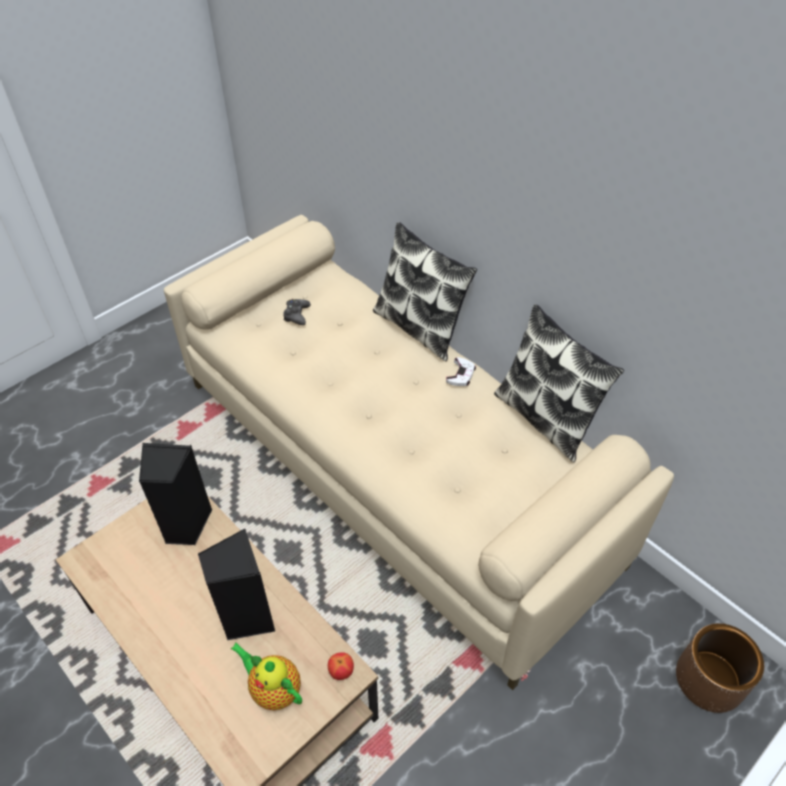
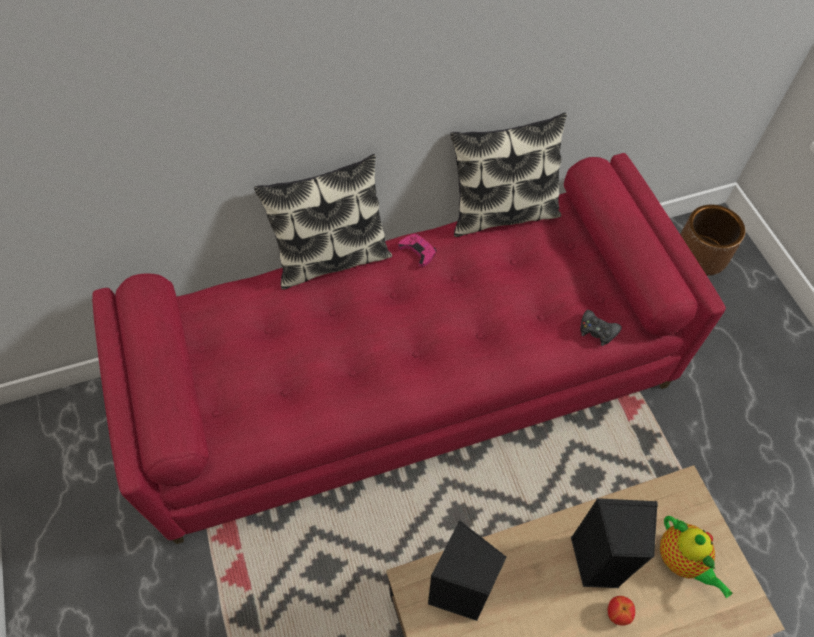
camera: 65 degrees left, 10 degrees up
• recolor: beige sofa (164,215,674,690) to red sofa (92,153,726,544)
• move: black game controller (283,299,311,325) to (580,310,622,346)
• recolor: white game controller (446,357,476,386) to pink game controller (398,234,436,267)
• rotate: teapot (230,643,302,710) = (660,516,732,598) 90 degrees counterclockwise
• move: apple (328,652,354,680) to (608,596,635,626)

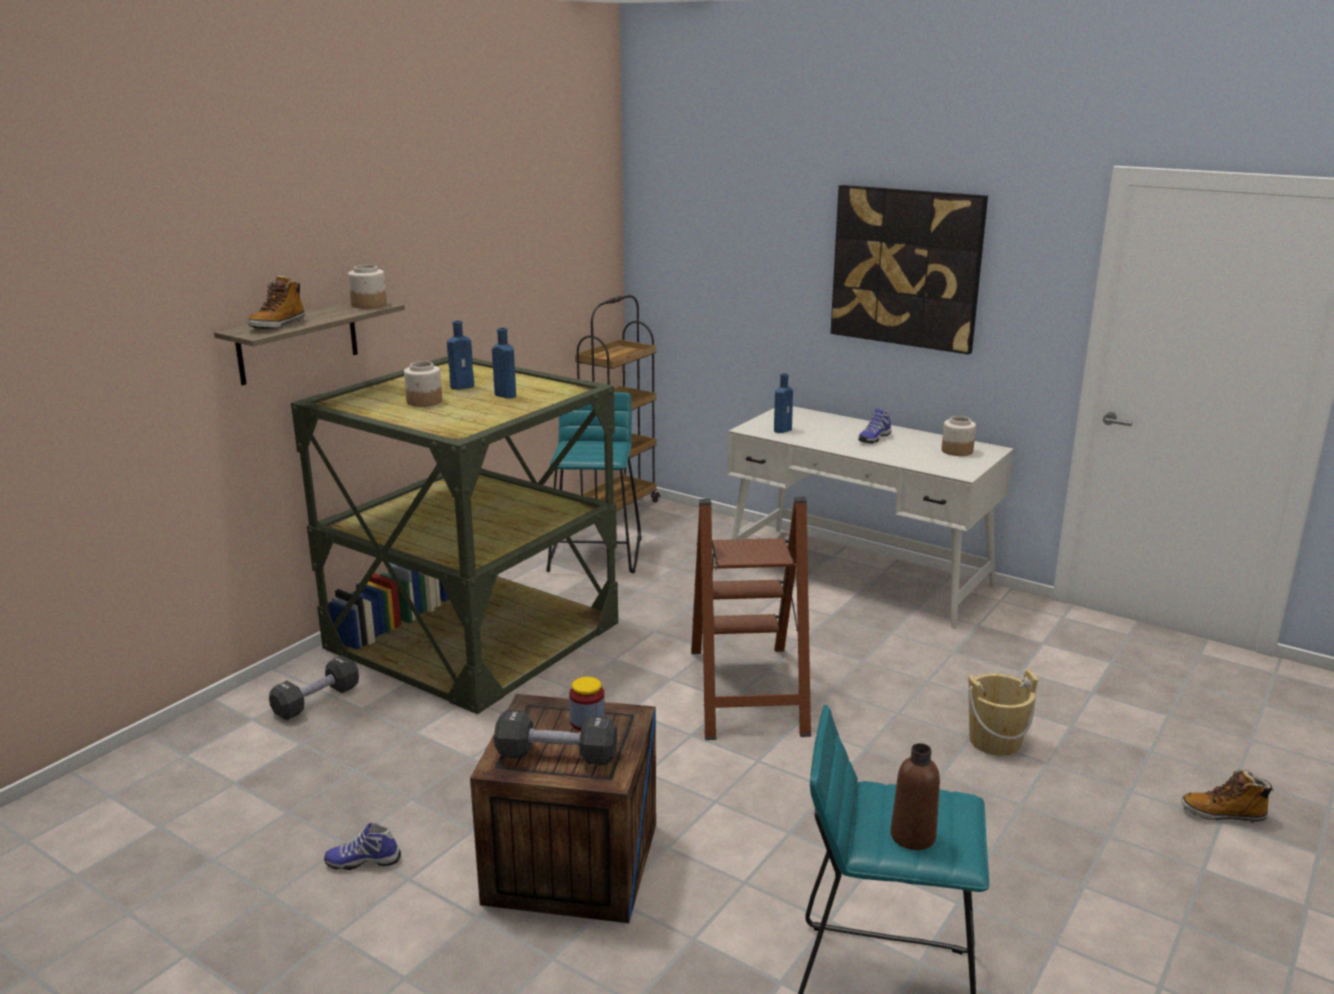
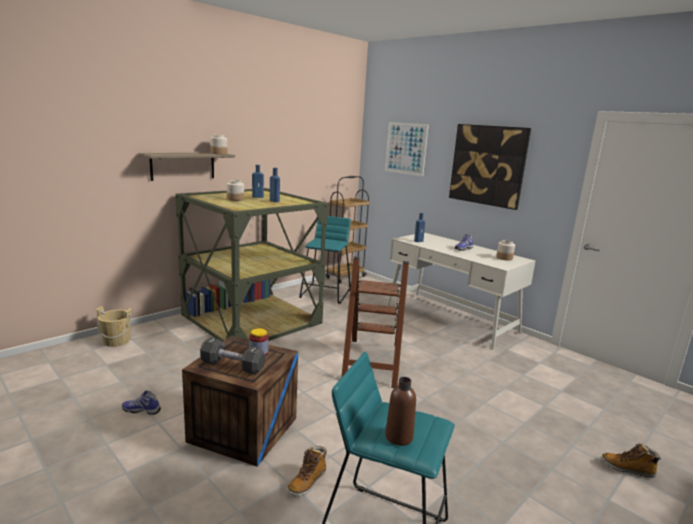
camera: 10 degrees right, 5 degrees down
• move: boot (247,275,305,329) to (287,446,326,497)
• delete: black dumbbell (269,655,359,720)
• move: beige bucket (968,670,1038,756) to (96,306,131,347)
• insert: picture (385,122,429,176)

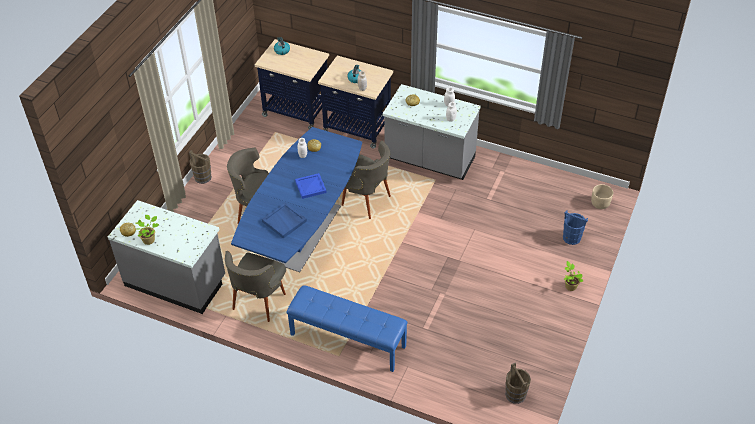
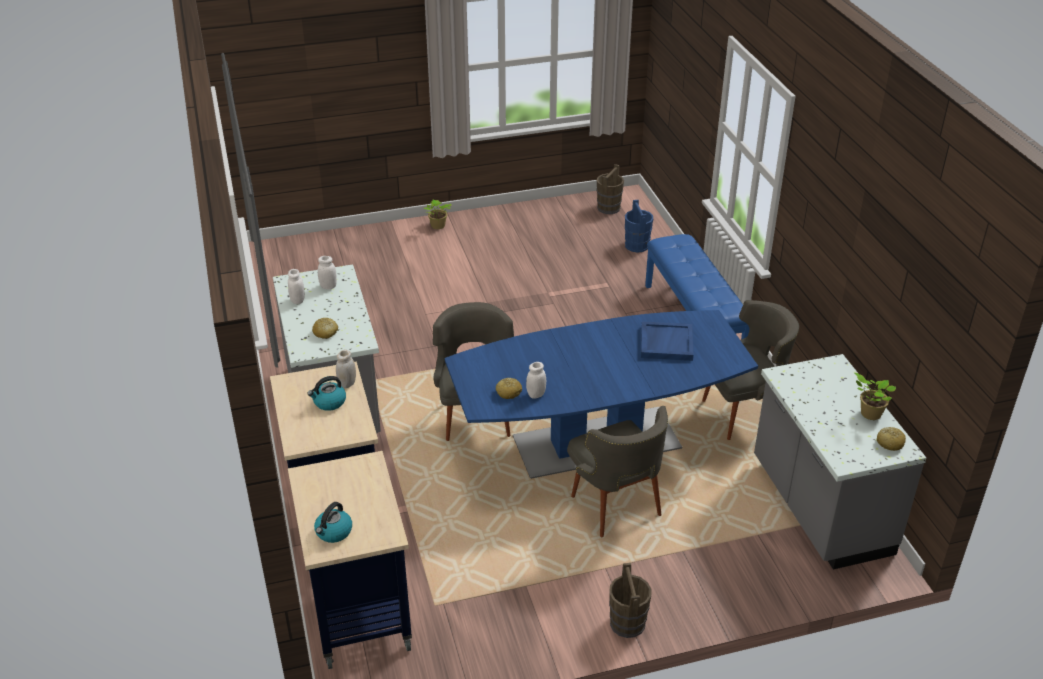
camera: 130 degrees left, 10 degrees down
• delete: blue tray (295,173,327,199)
• delete: beige planter (591,184,613,209)
• move: blue bucket (563,210,588,245) to (625,199,653,253)

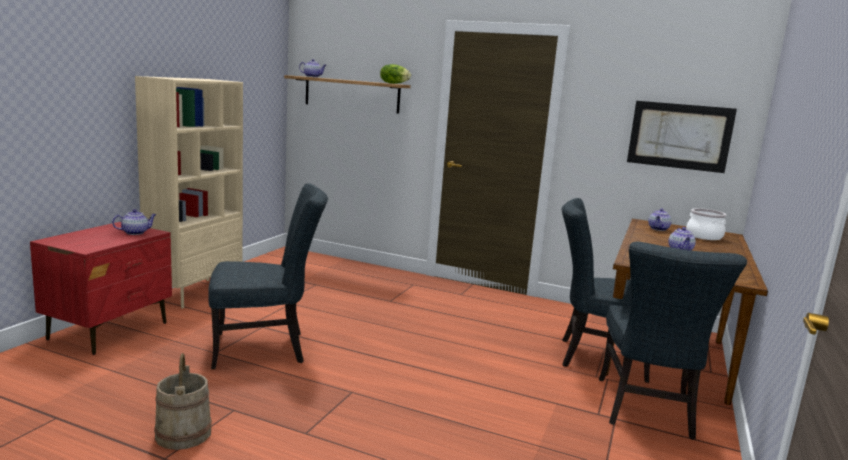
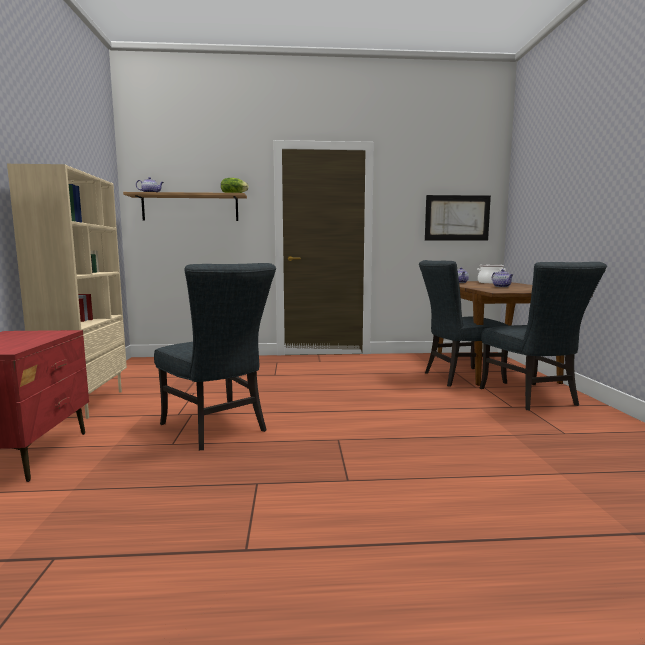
camera: 25 degrees left, 5 degrees down
• rotate: grey chair (208,183,328,369) = (154,263,276,450) 90 degrees clockwise
• delete: teapot (112,209,157,235)
• delete: beige bucket (154,353,212,450)

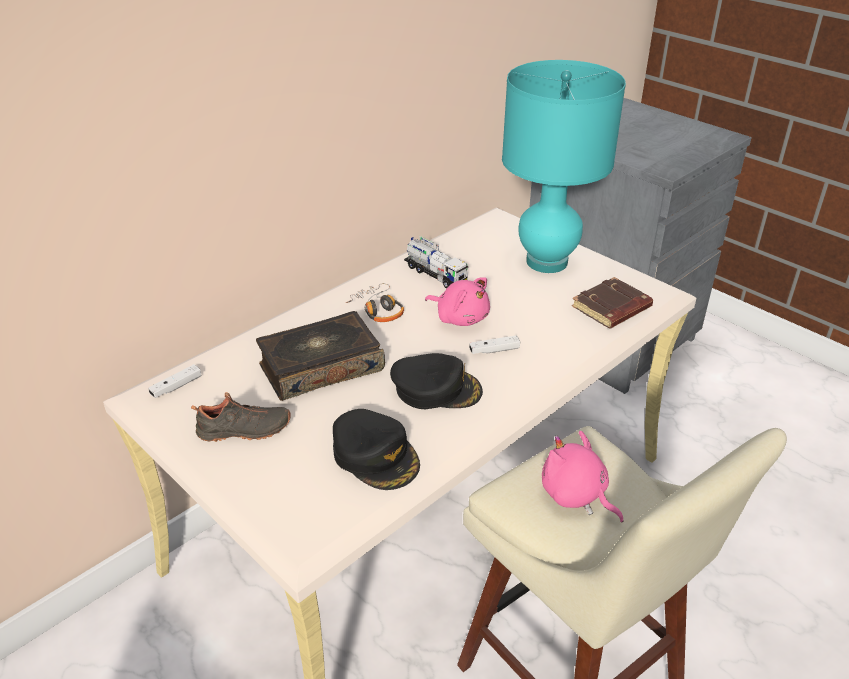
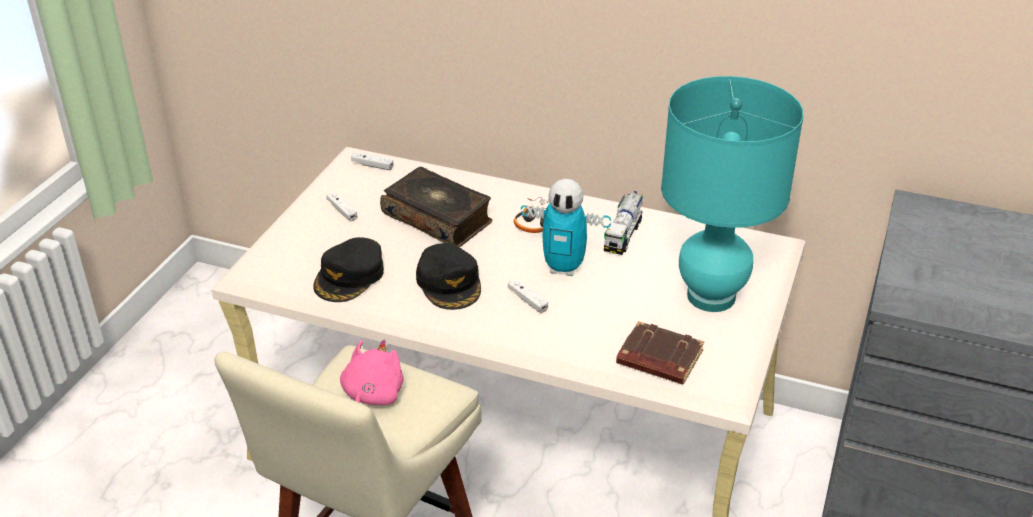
camera: 65 degrees right, 0 degrees up
• replace: pink plush toy (425,277,490,326) to toy robot (521,179,611,276)
• replace: black shoe (191,392,291,442) to white game controller (326,192,357,222)

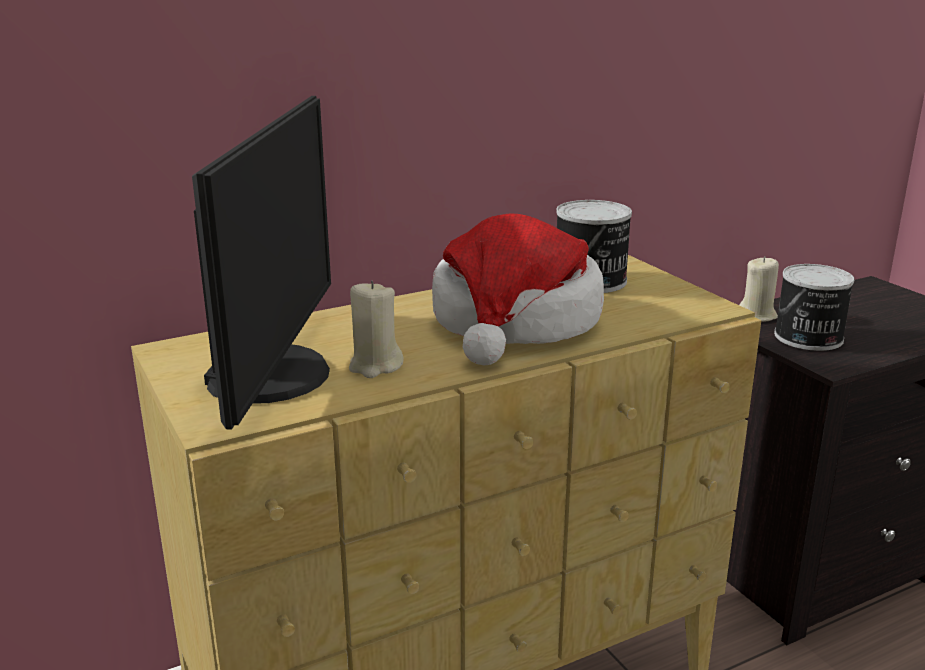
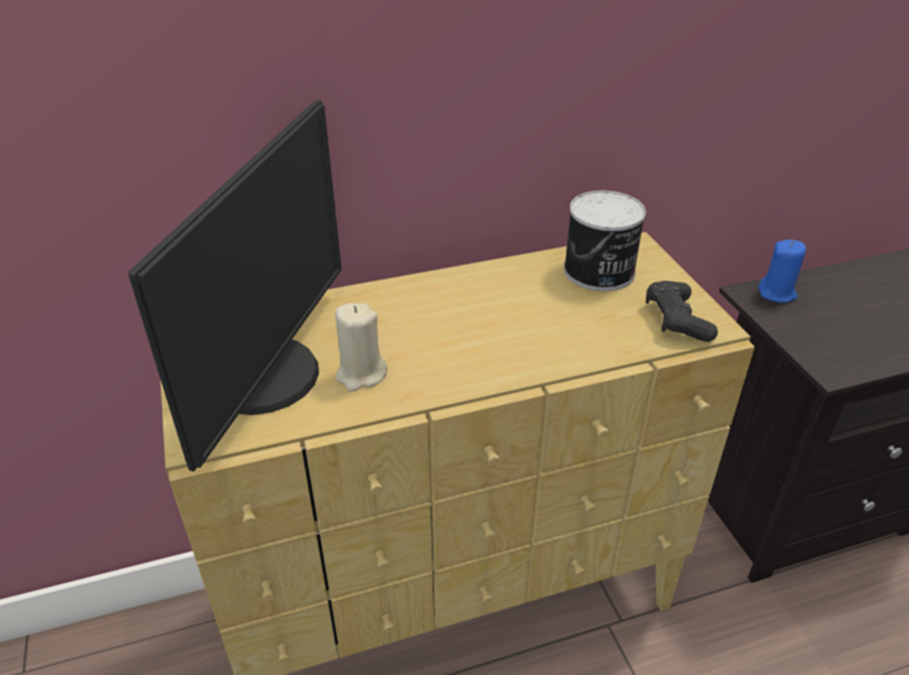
camera: 10 degrees right, 15 degrees up
• delete: hat (432,213,604,365)
• recolor: beige candle (739,256,779,322) to blue candle (758,239,806,303)
• delete: can (774,264,855,351)
• insert: black game controller (646,281,718,342)

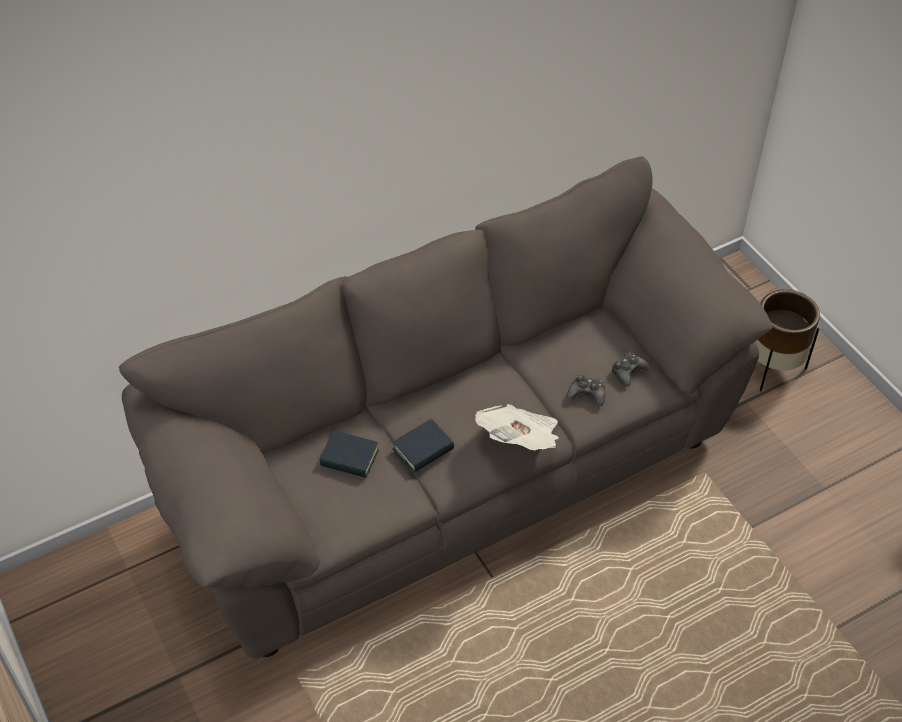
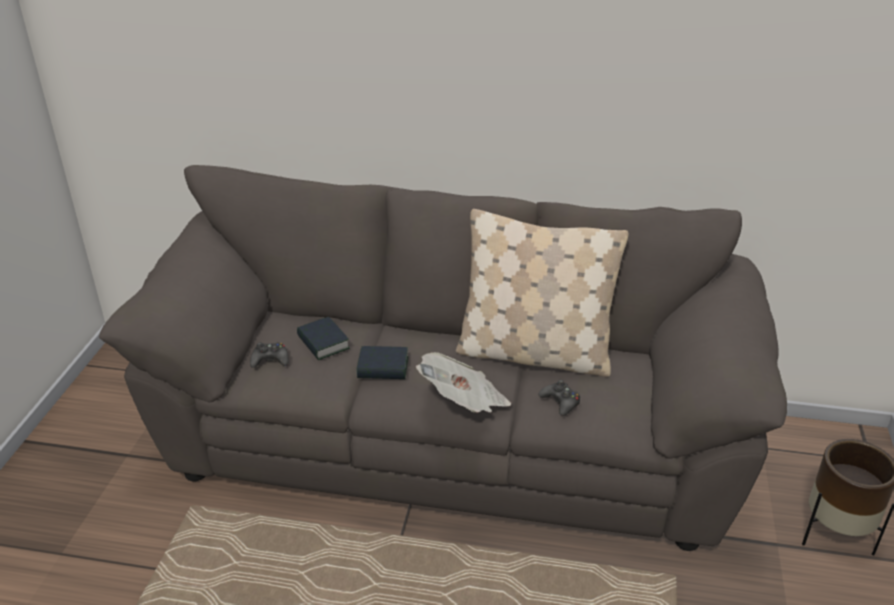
camera: 40 degrees right, 15 degrees down
• move: black game controller (612,353,650,387) to (250,342,289,368)
• insert: beige pillow (456,209,629,377)

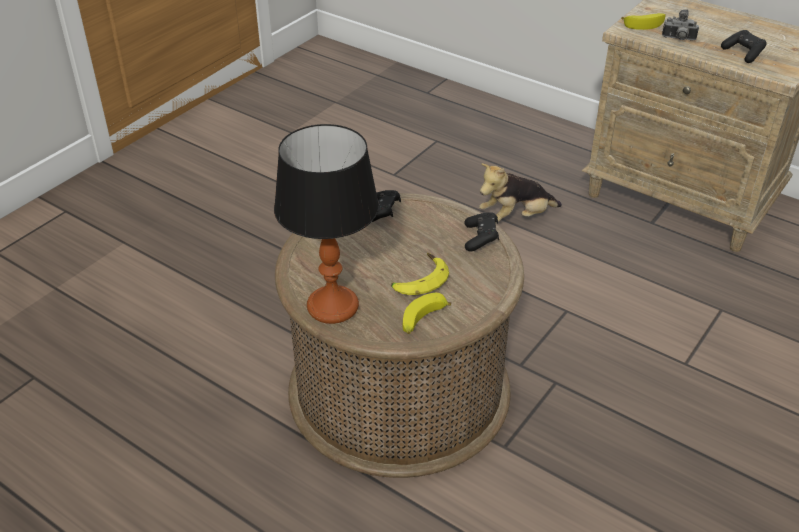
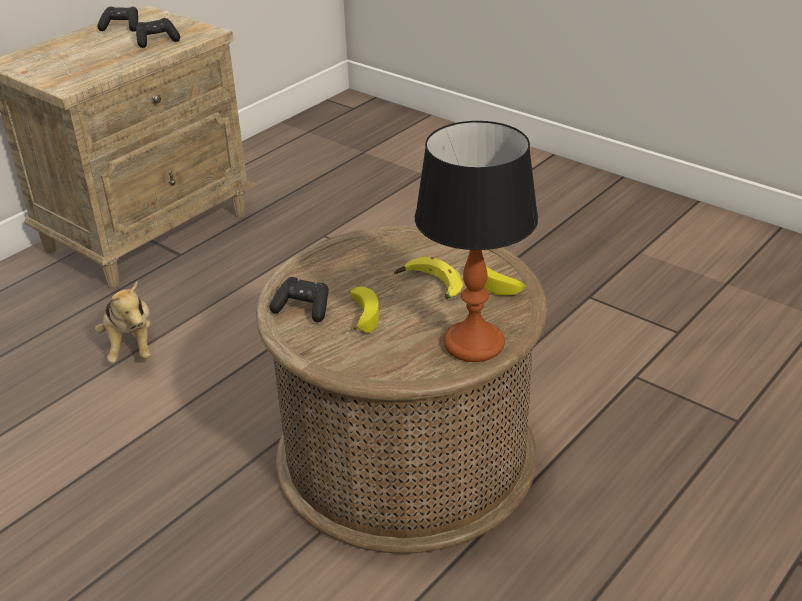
camera: 85 degrees left, 5 degrees down
• delete: photo camera (662,10,699,41)
• move: banana (621,13,666,30) to (349,287,379,333)
• move: black game controller (464,212,499,252) to (97,7,138,32)

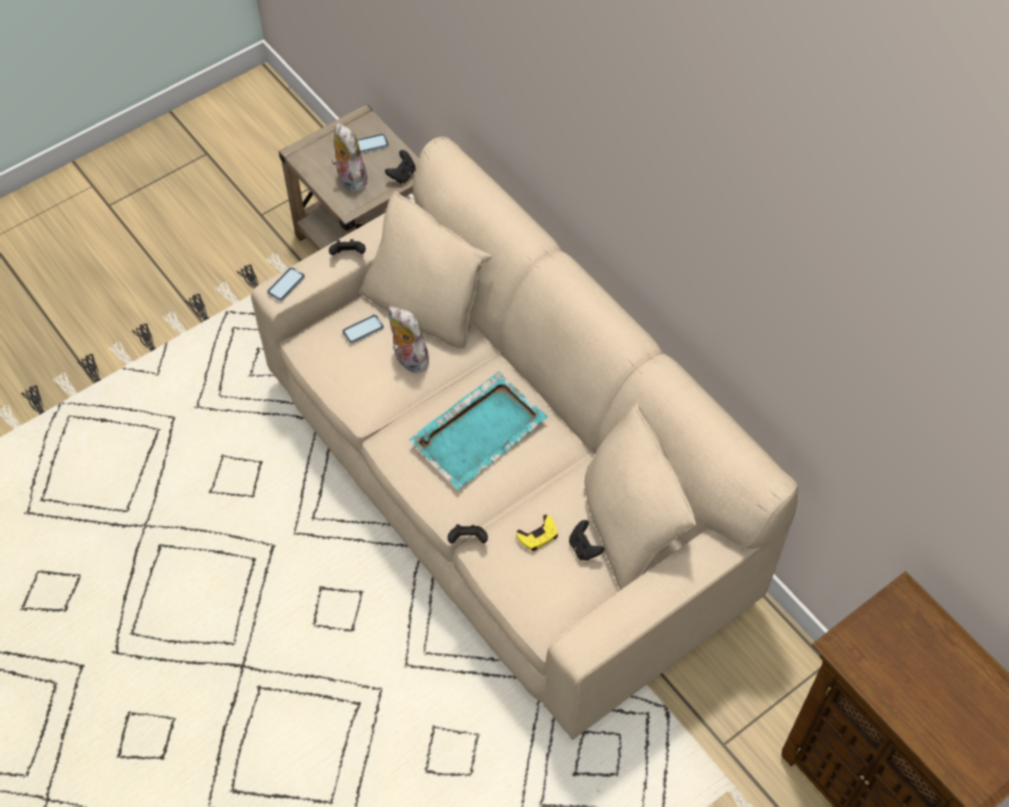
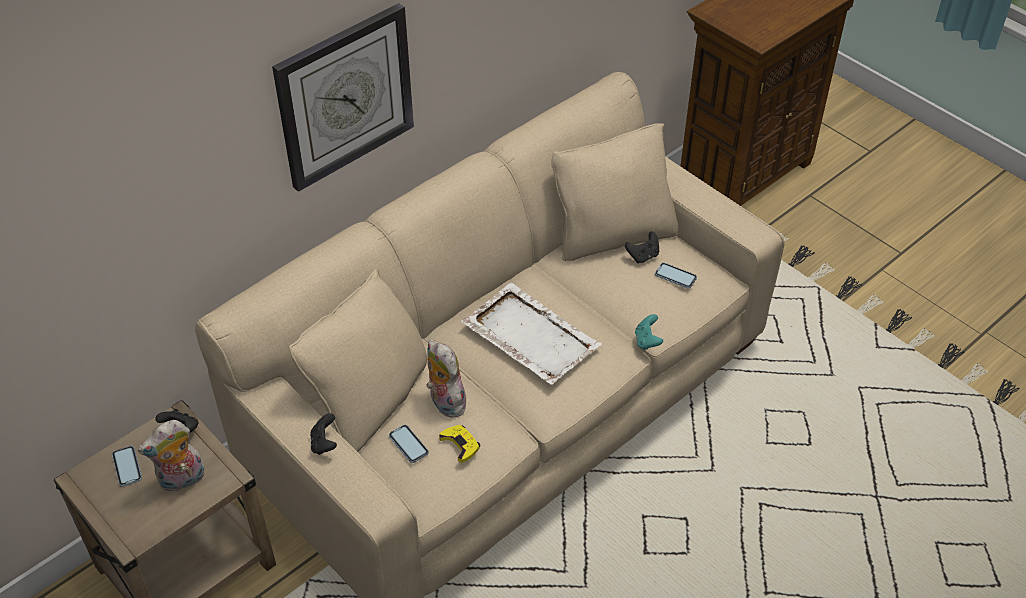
camera: 95 degrees left, 10 degrees down
• move: phone (267,267,305,301) to (655,263,697,289)
• rotate: plush toy (389,306,429,373) = (427,340,466,418) 105 degrees clockwise
• recolor: turquoise tray (409,372,548,490) to white tray (461,282,602,385)
• move: yellow game controller (516,515,558,551) to (439,425,480,463)
• recolor: black game controller (448,524,488,543) to turquoise game controller (635,314,663,350)
• insert: wall clock (272,3,414,192)

